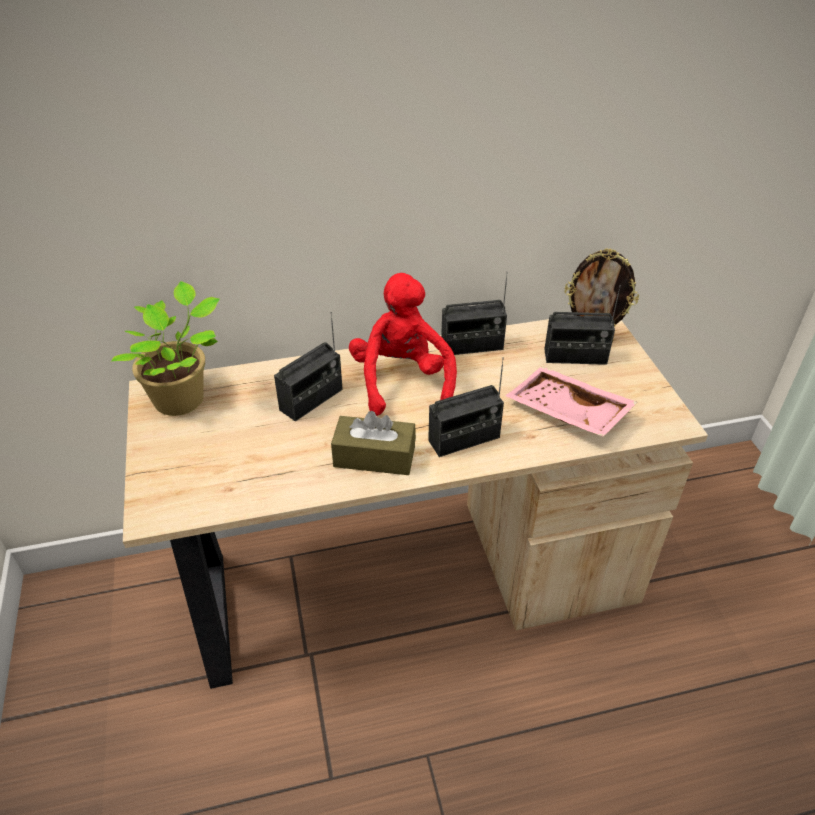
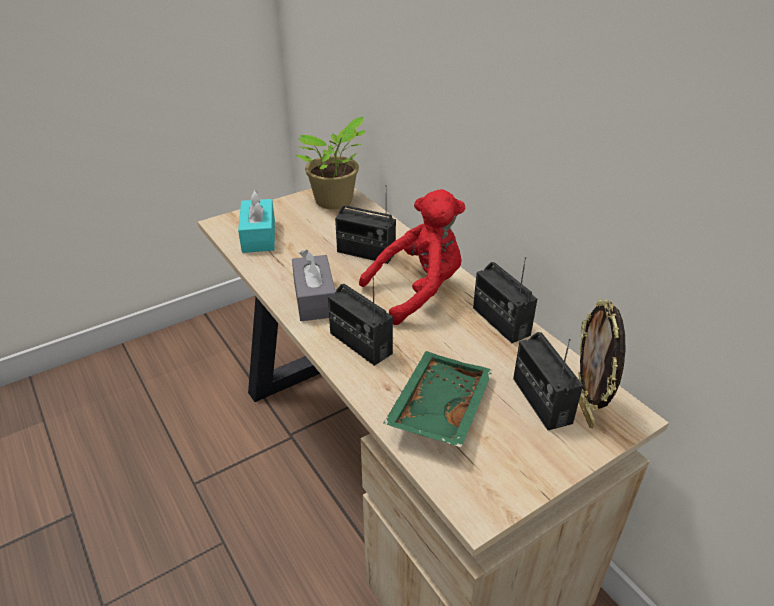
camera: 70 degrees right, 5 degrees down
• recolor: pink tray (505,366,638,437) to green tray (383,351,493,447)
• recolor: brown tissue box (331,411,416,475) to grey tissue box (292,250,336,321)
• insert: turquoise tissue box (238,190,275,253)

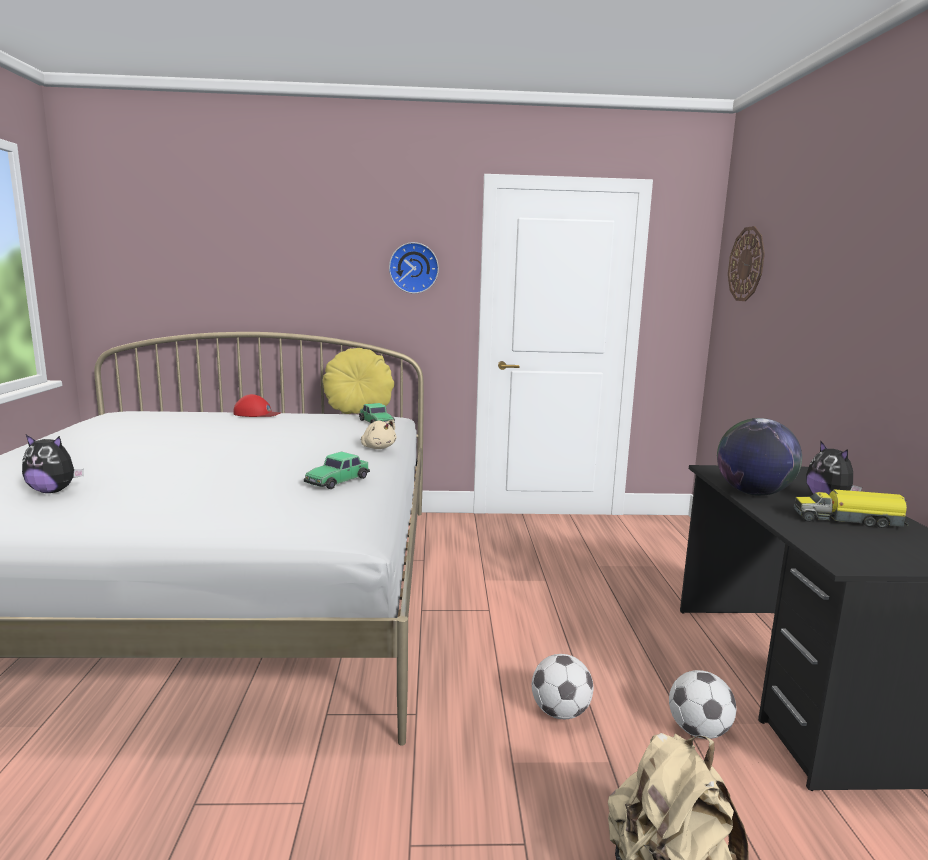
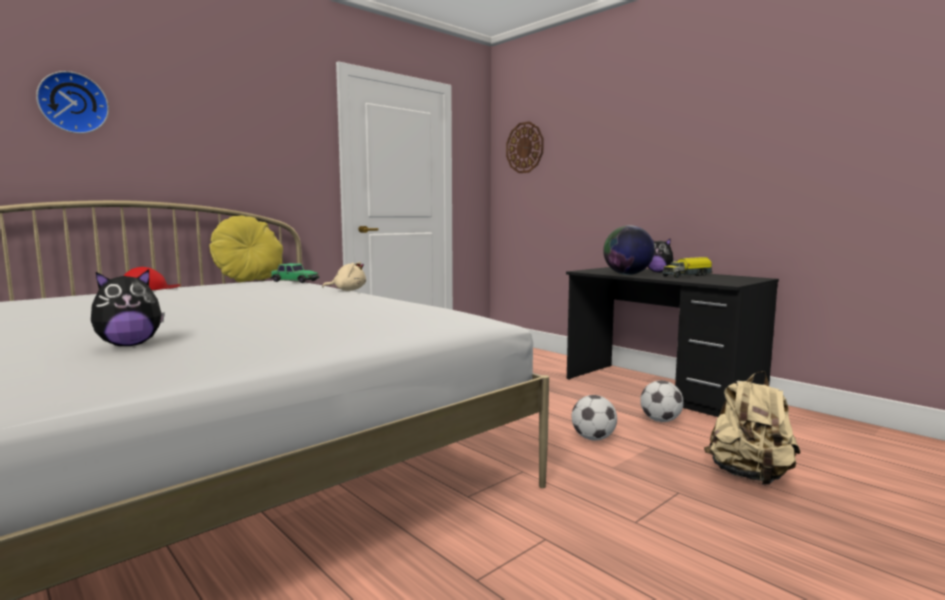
camera: 40 degrees left, 5 degrees down
• move: wall clock (389,242,439,294) to (36,71,109,134)
• delete: toy car (304,452,370,489)

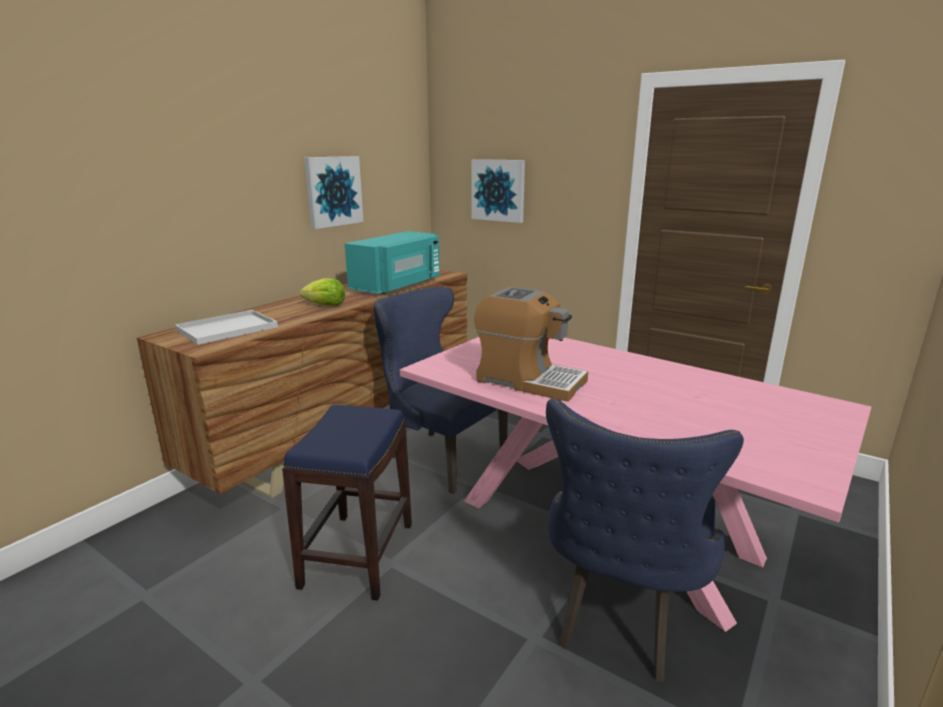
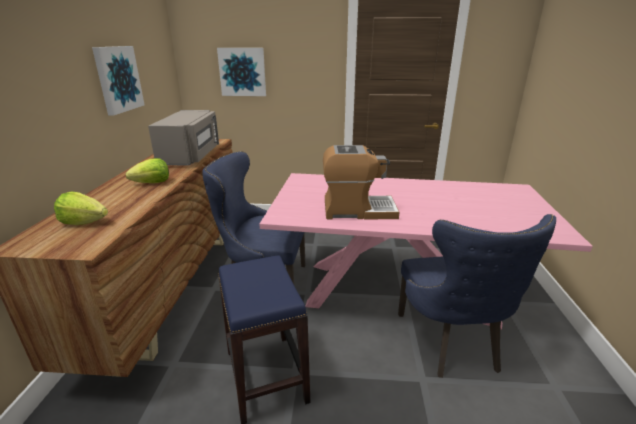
camera: 30 degrees left, 5 degrees up
• recolor: turquoise microwave (345,231,440,294) to grey microwave (148,110,219,166)
• replace: white tray (175,310,278,345) to lettuce (54,191,108,225)

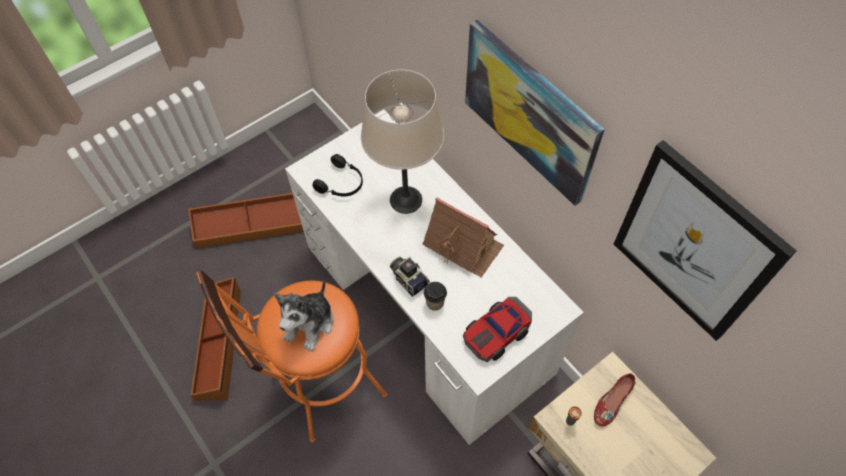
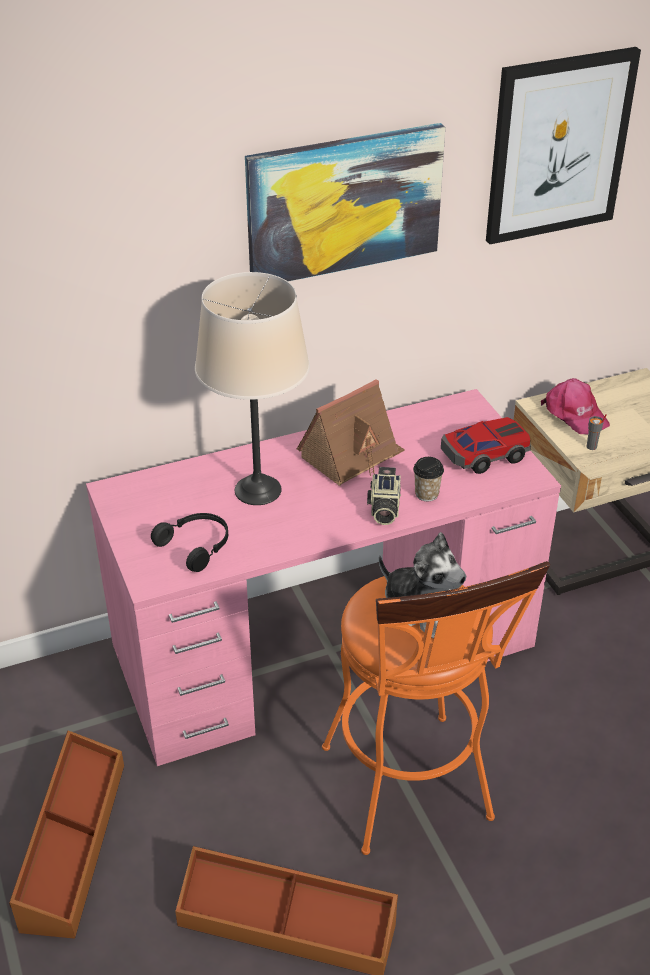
camera: 75 degrees left, 20 degrees down
• recolor: white desk (285,109,584,445) to pink desk (86,389,561,766)
• rotate: photo camera (390,256,430,297) = (367,467,401,525) 60 degrees counterclockwise
• rotate: toy car (463,297,532,362) = (441,417,531,474) 90 degrees counterclockwise
• replace: red shoe (594,373,635,427) to pink cap (541,378,610,434)

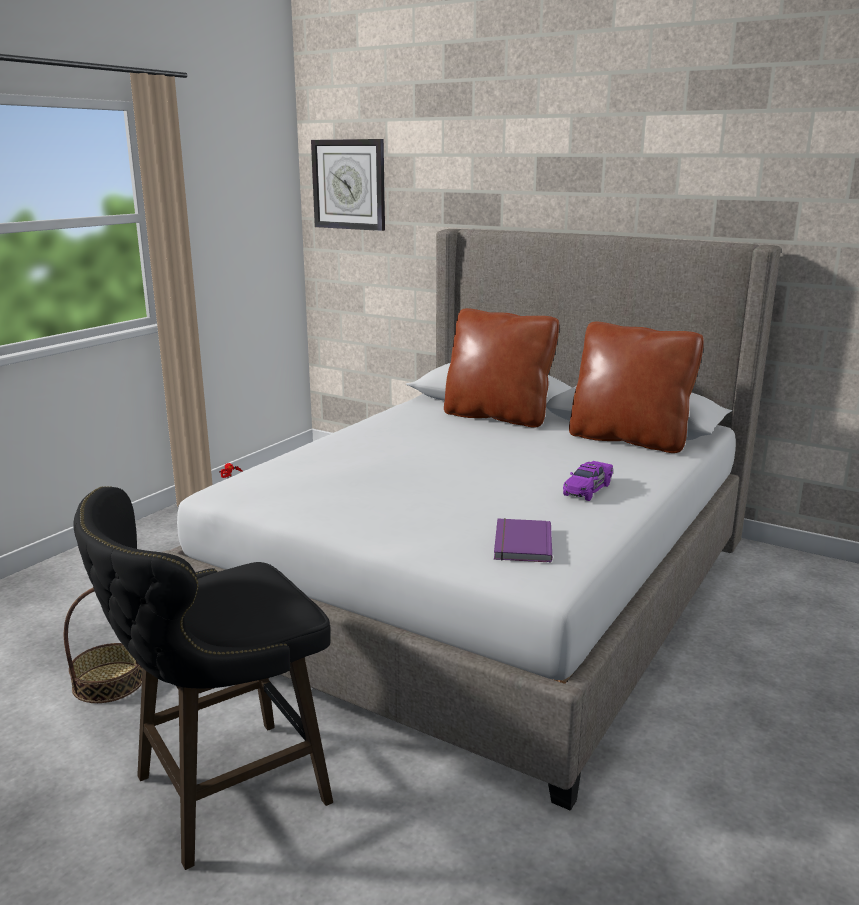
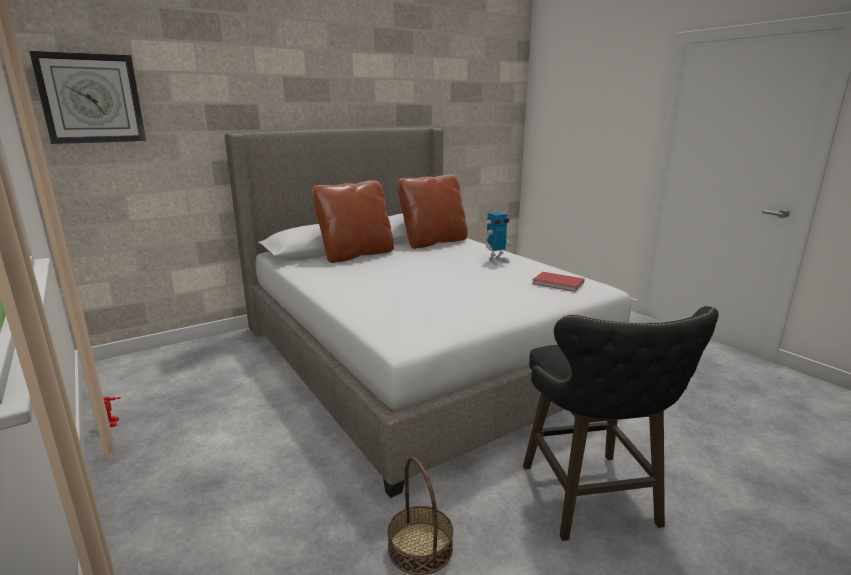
camera: 65 degrees left, 0 degrees up
• replace: purple toy car (563,461,613,501) to toy robot (484,212,512,265)
• recolor: purple book (494,518,552,563) to red book (532,272,585,292)

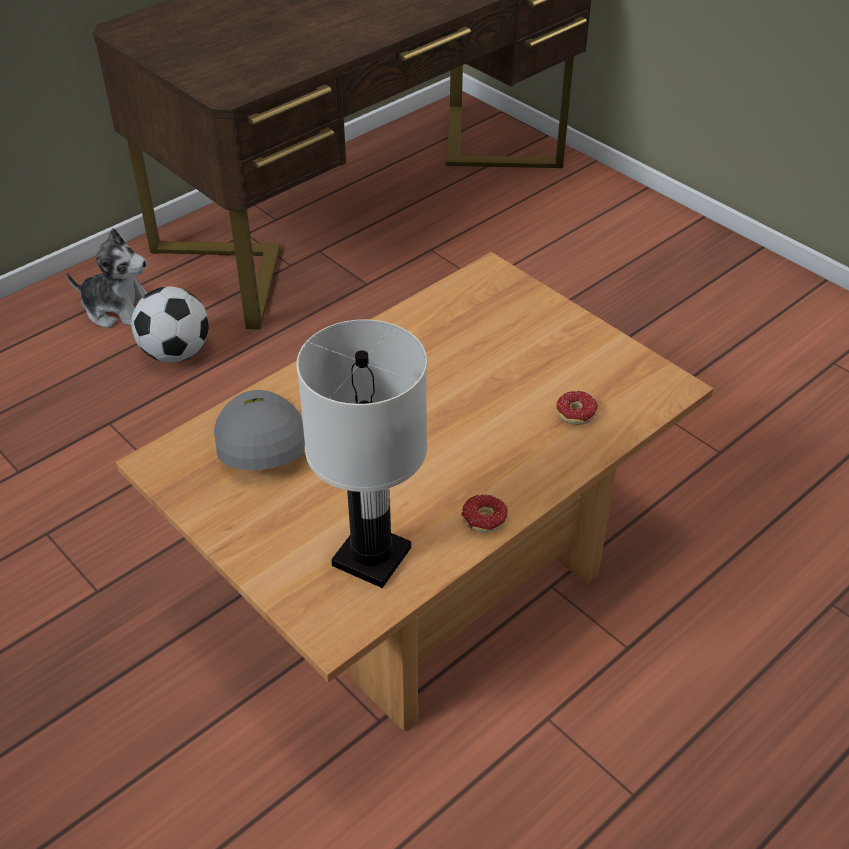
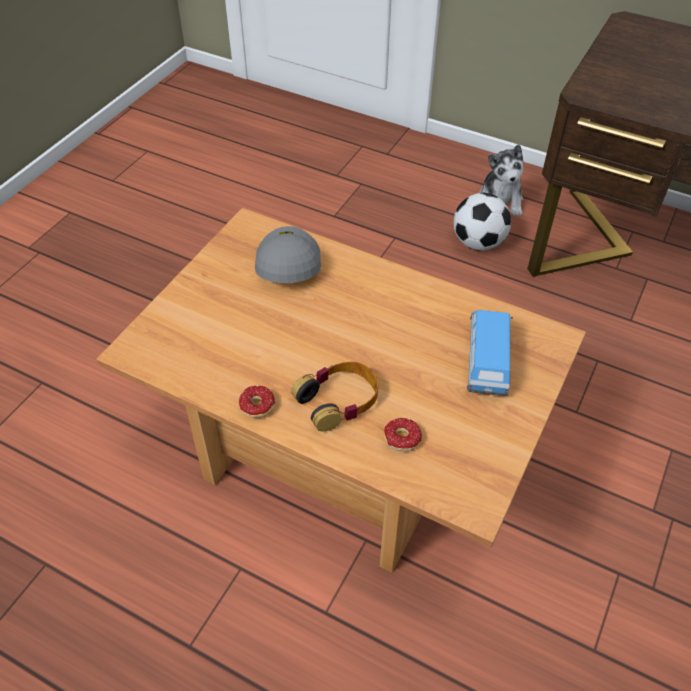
camera: 70 degrees right, 5 degrees up
• delete: white table lamp (296,319,427,588)
• rotate: grey cap (214,390,305,470) = (255,226,321,283) 60 degrees counterclockwise
• insert: toy car (467,310,513,396)
• insert: headphones (291,362,378,432)

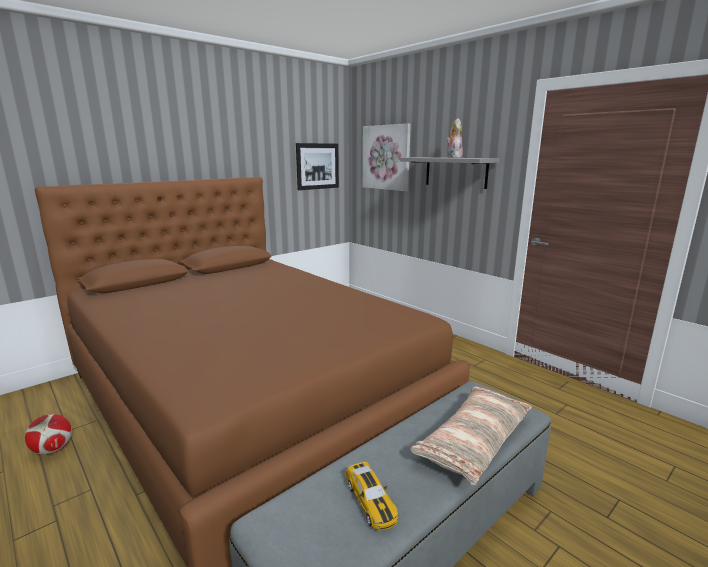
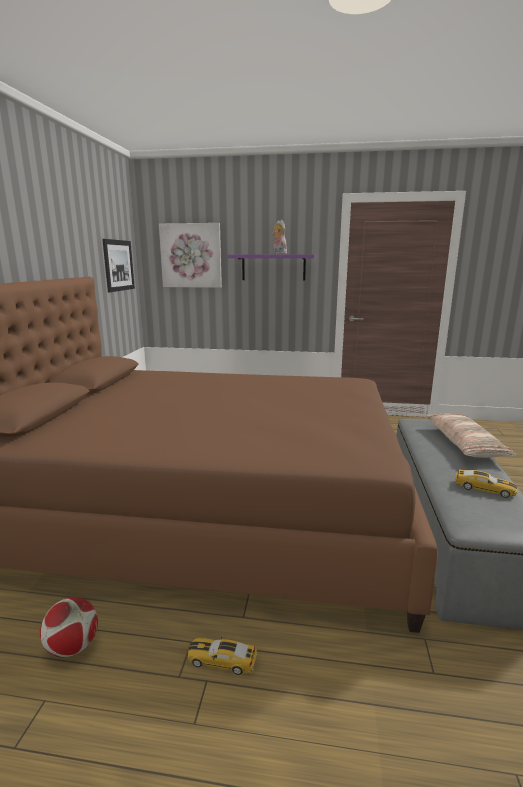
camera: 40 degrees left, 0 degrees up
• recolor: grey shelf (400,157,500,189) to purple shelf (227,254,315,281)
• insert: toy car (188,637,257,675)

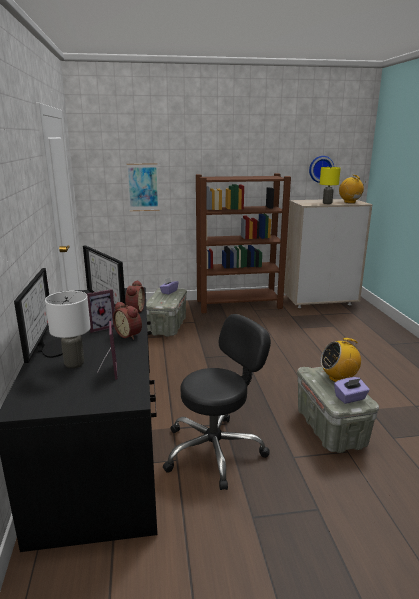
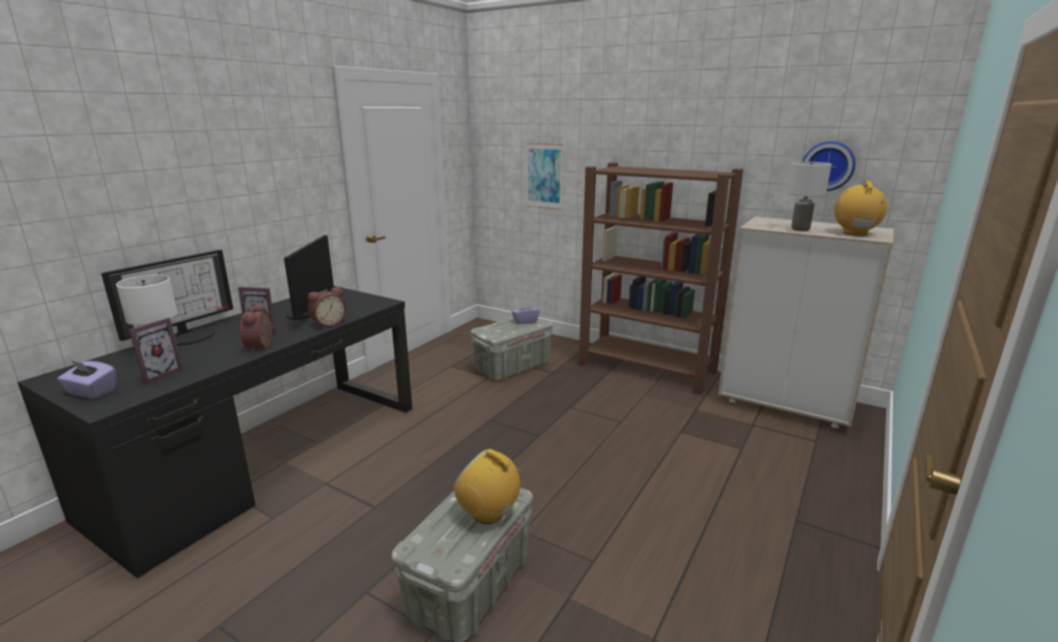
camera: 40 degrees right, 0 degrees up
• recolor: yellow table lamp (320,167,341,204) to white table lamp (787,162,832,231)
• delete: black office chair (163,314,271,490)
• move: purple tissue box (334,377,370,404) to (57,360,116,399)

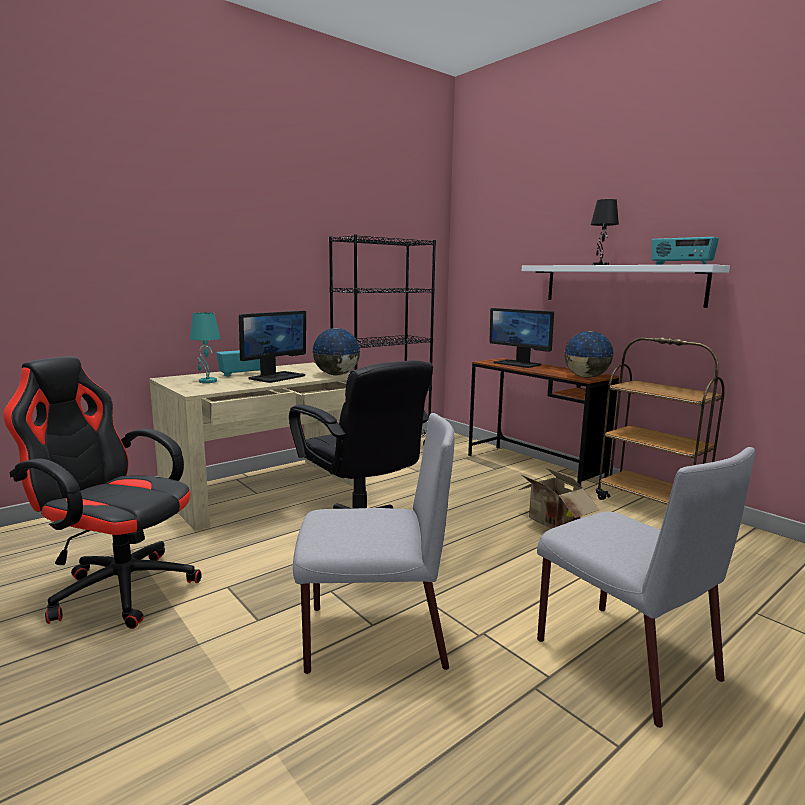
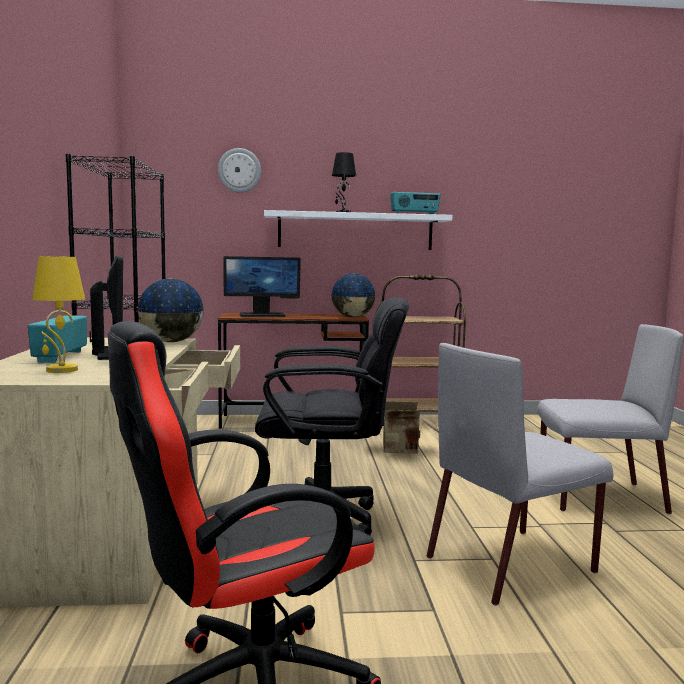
camera: 55 degrees left, 5 degrees down
• recolor: turquoise table lamp (190,312,221,383) to yellow table lamp (32,256,85,373)
• rotate: grey chair (293,413,454,674) = (427,343,613,606) 150 degrees counterclockwise
• insert: wall clock (218,148,261,193)

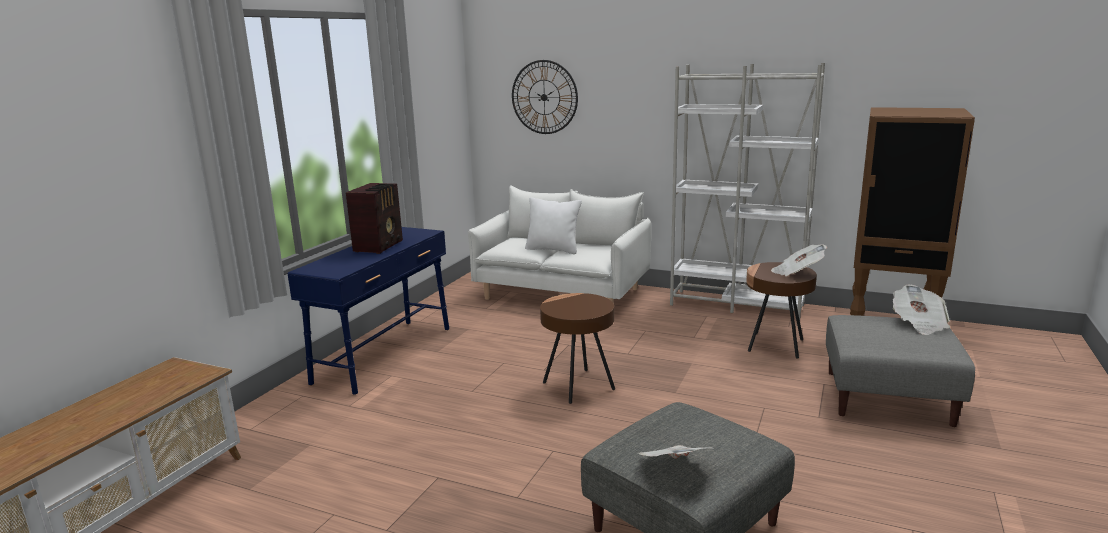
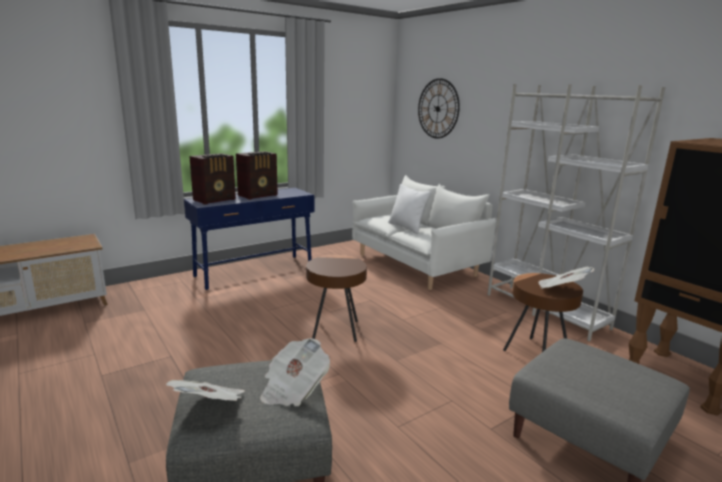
camera: 30 degrees right, 0 degrees up
• move: newspaper (893,285,950,335) to (260,338,330,407)
• insert: radio (189,153,236,205)

